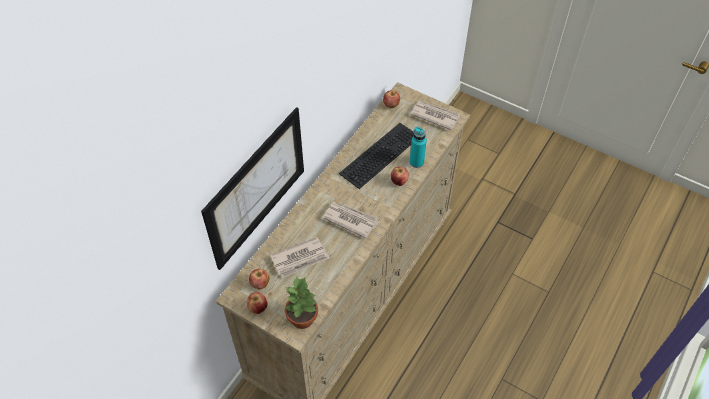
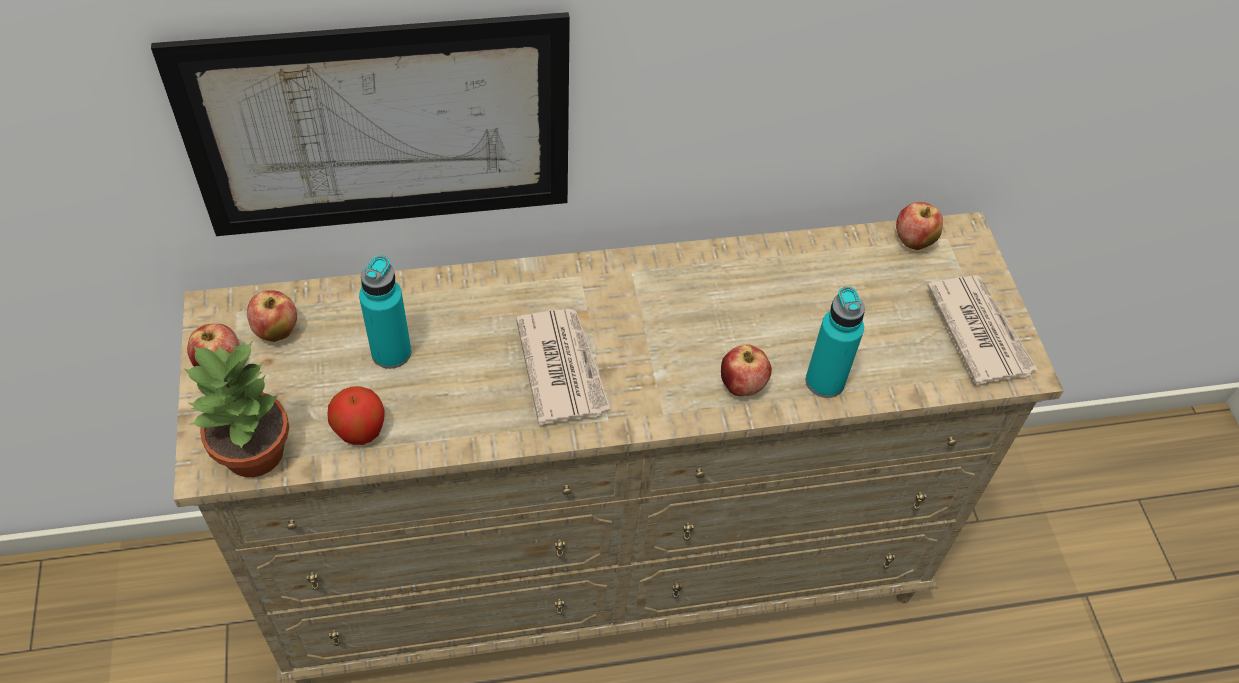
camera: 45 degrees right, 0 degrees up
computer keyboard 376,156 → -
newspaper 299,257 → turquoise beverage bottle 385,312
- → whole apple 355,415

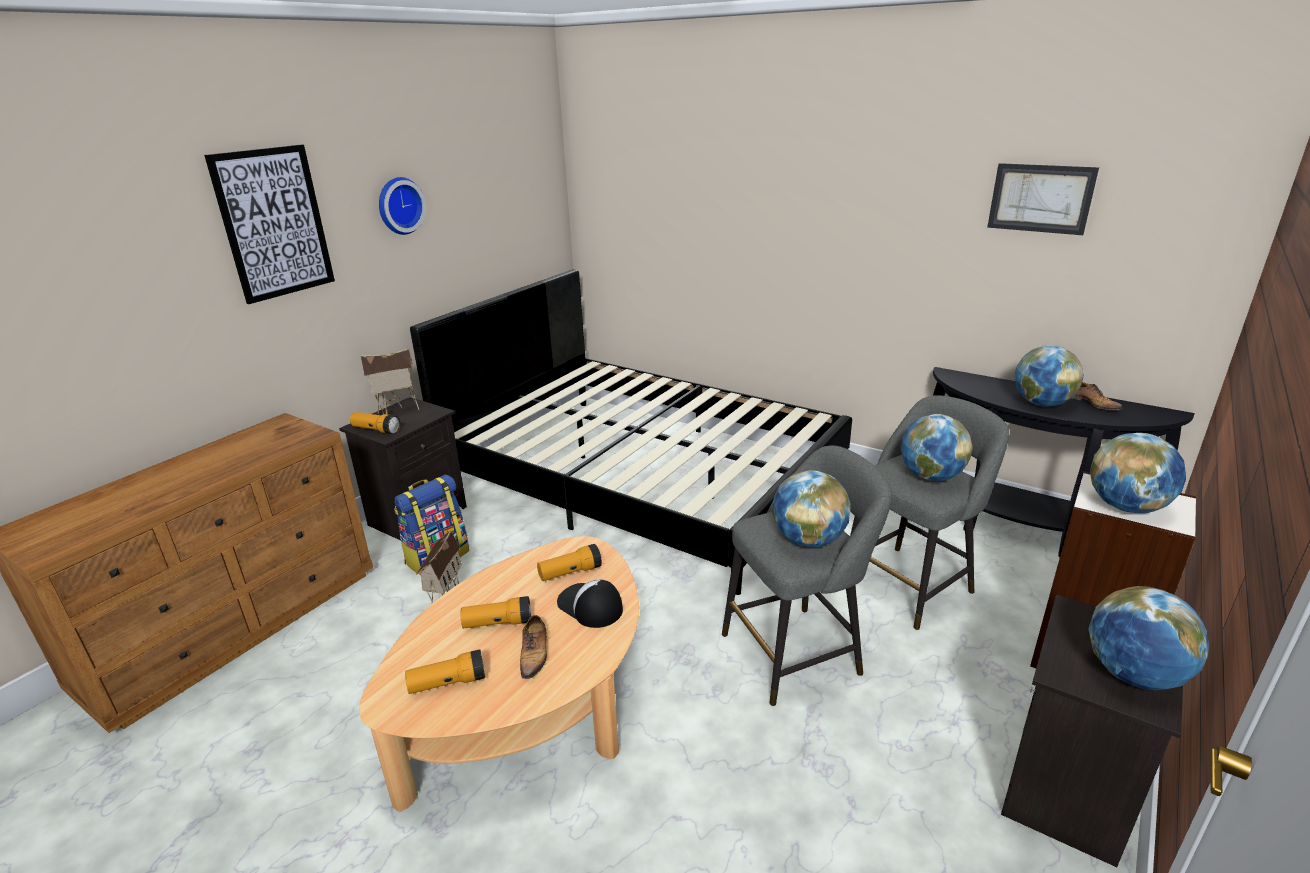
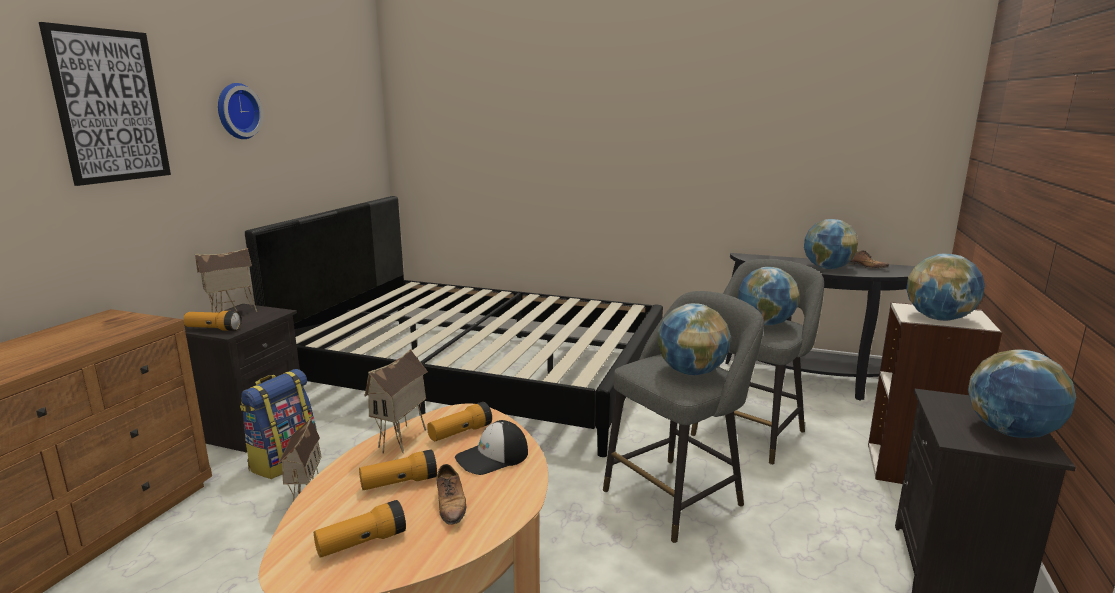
camera: 15 degrees left, 10 degrees down
wall picture 1043,199 → -
peaked cap 590,604 → peaked cap 491,447, 60 degrees counterclockwise
- → model house 396,401

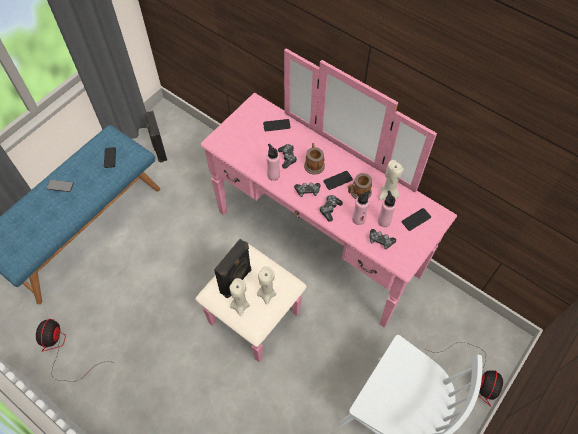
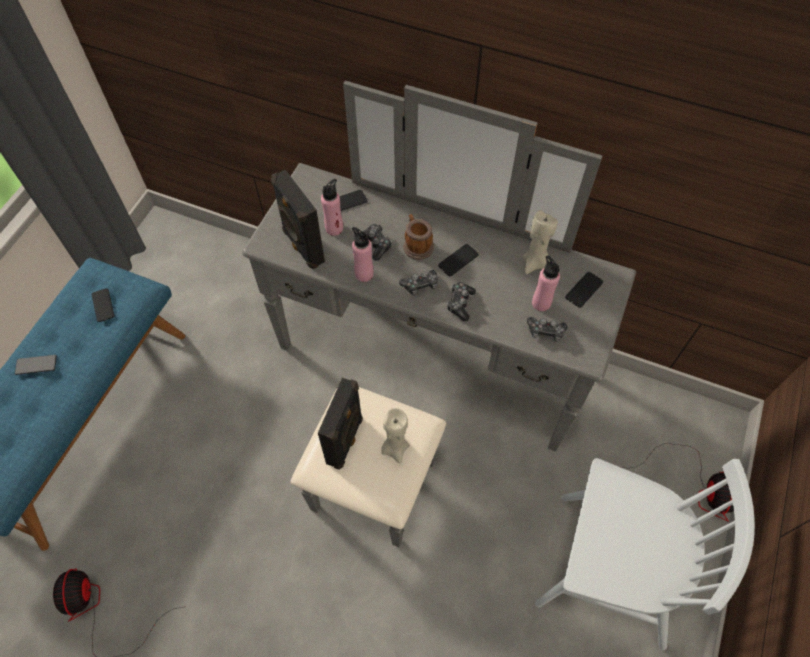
camera: 15 degrees left, 0 degrees up
pink dresser 326,205 → gray dresser 439,314
black-coloured speaker 156,137 → black-coloured speaker 298,219, relocated
coffee mug 360,186 → -
pink beverage bottle 361,208 → pink beverage bottle 332,207, relocated
sand-coloured wax light 239,297 → -

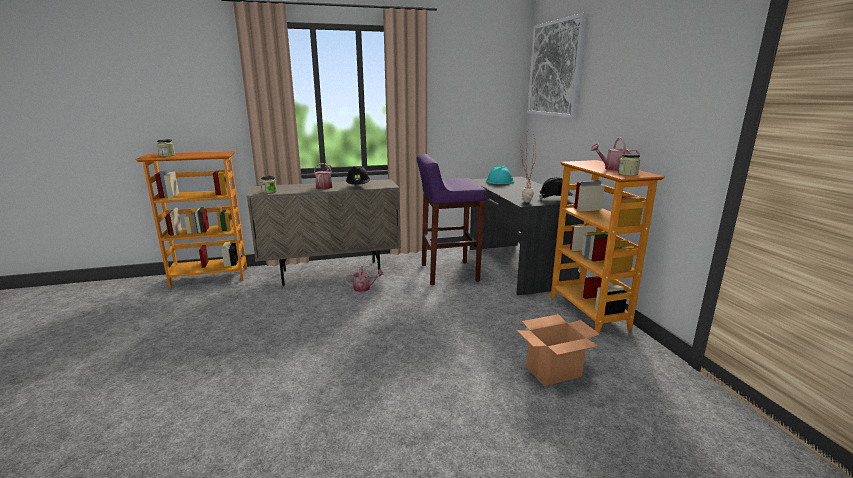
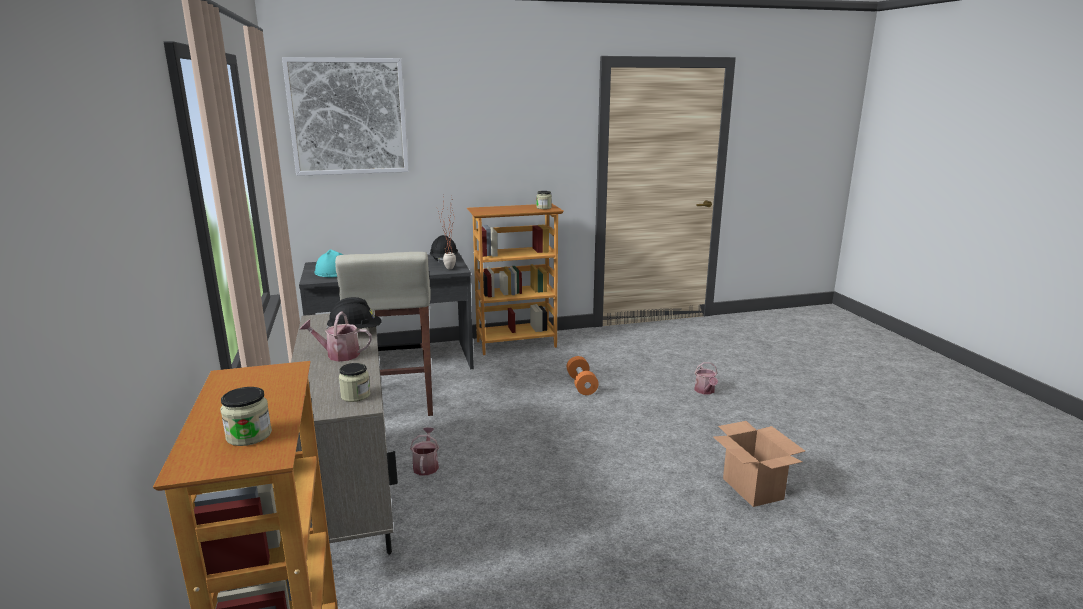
camera: 90 degrees left, 0 degrees up
watering pot 614,154 → watering pot 706,378, relocated
purple-coloured stool 451,219 → sand-coloured stool 384,334
carton 558,350 → carton 759,464, relocated
- → orangey dumbbell 583,375

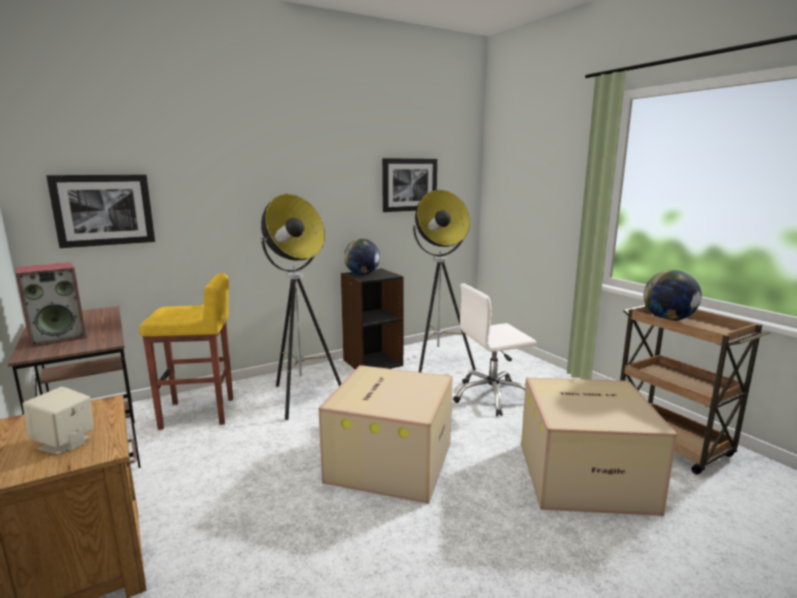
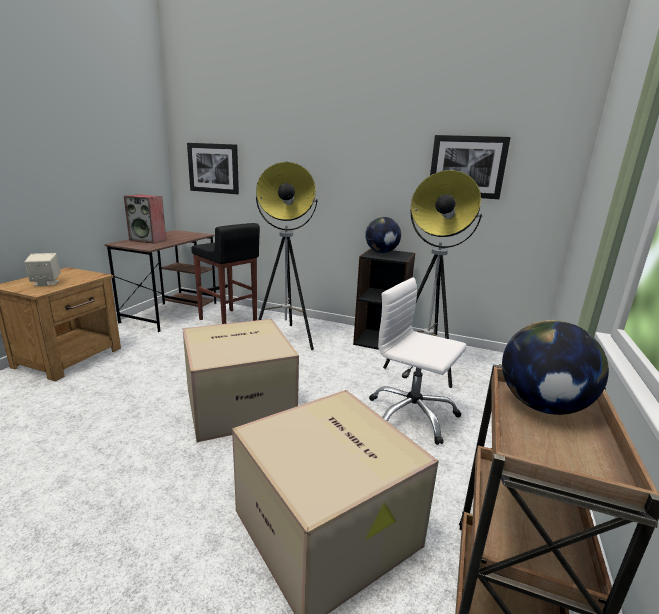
camera: 50 degrees right, 5 degrees up
yellow-coloured stool 186,351 → black-coloured stool 225,273

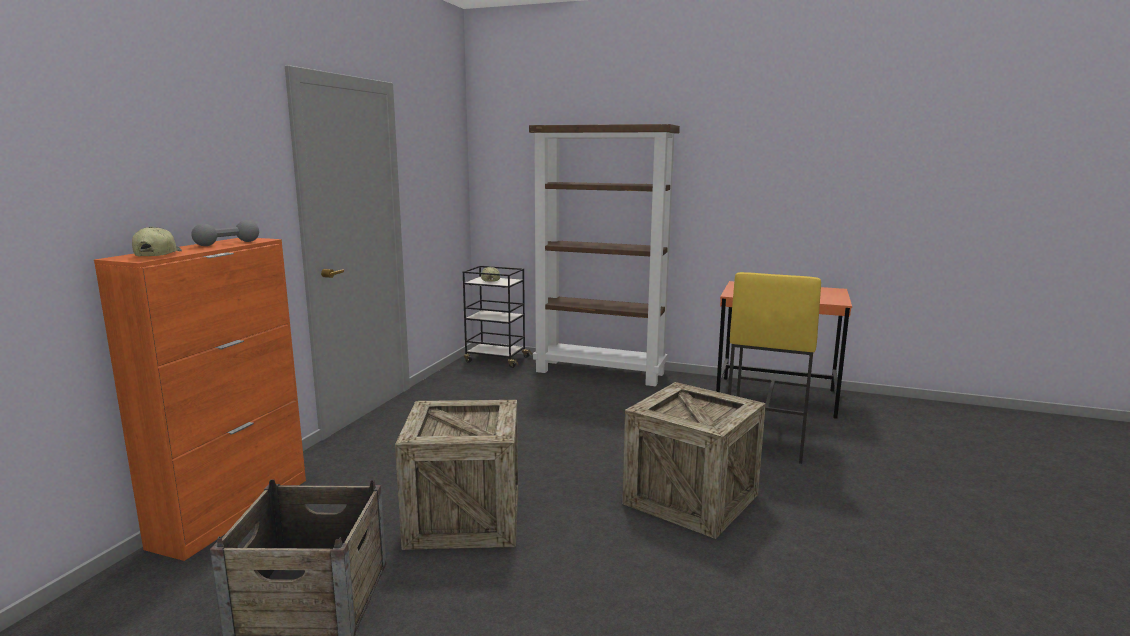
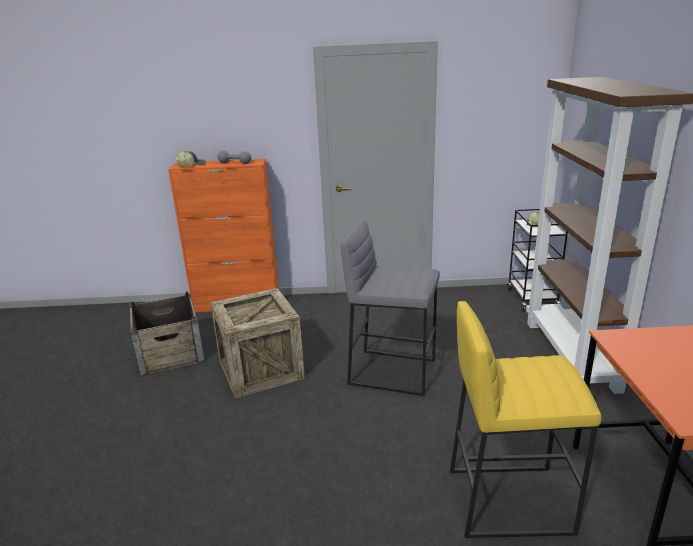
camera: 70 degrees right, 10 degrees up
shipping crate 694,460 → -
- → gray stool 390,308

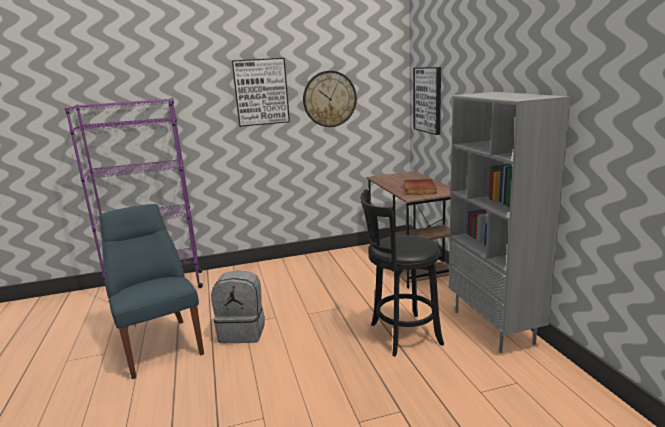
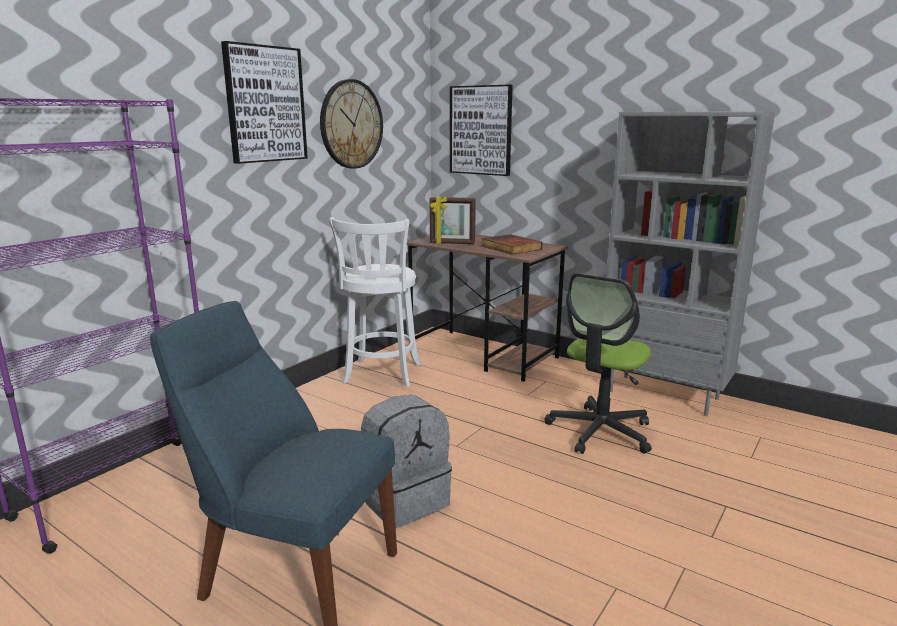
camera: 40 degrees left, 0 degrees up
black-coloured stool 402,273 → office chair 598,363
- → photo frame 453,220
- → white stool 375,302

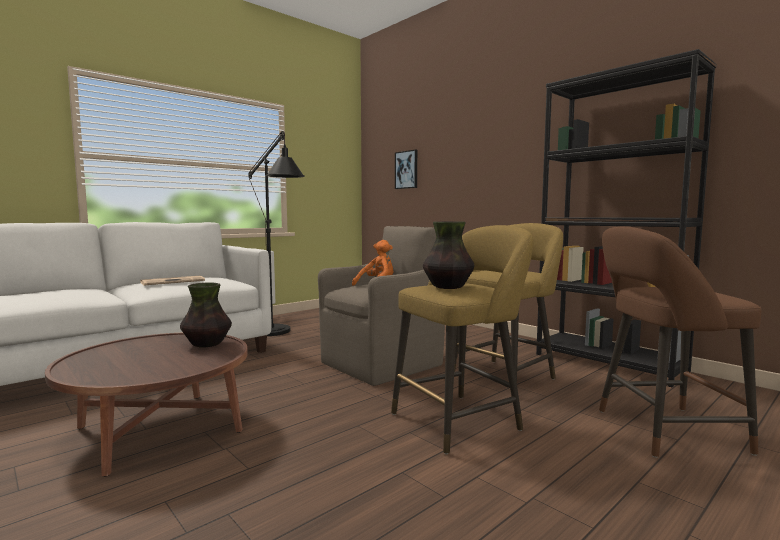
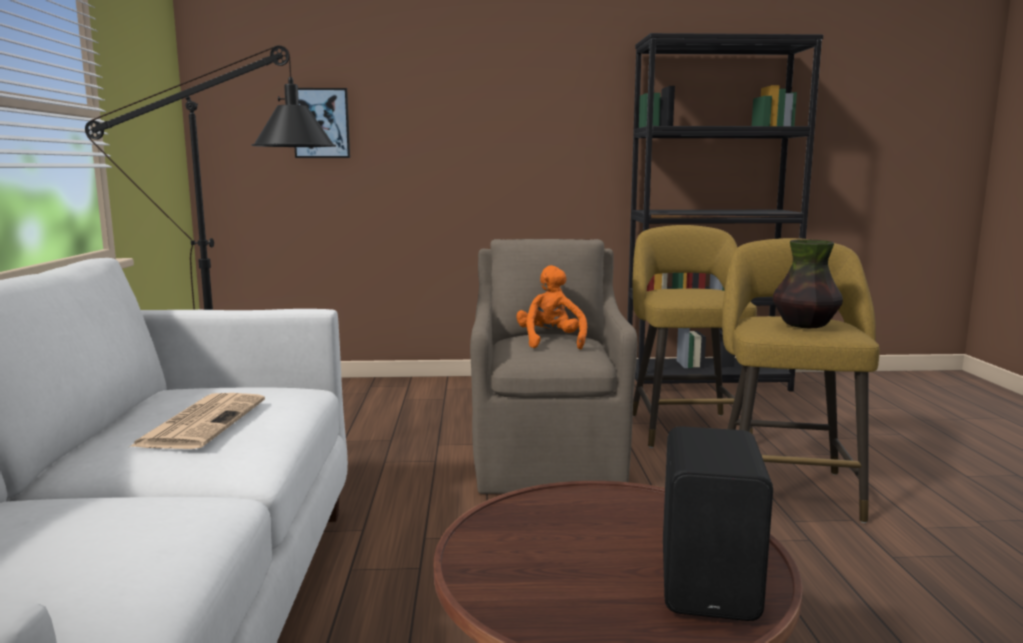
camera: 50 degrees left, 5 degrees up
brown stool 680,342 → -
vase 206,315 → -
- → black-coloured speaker 718,523

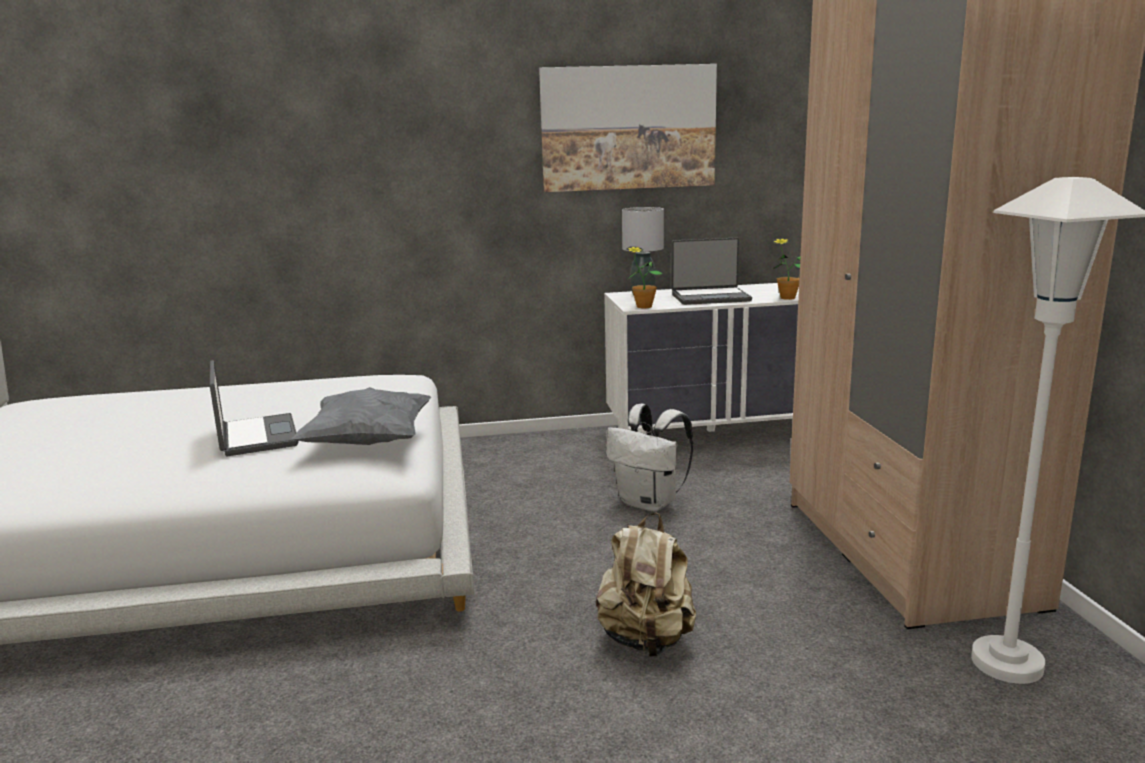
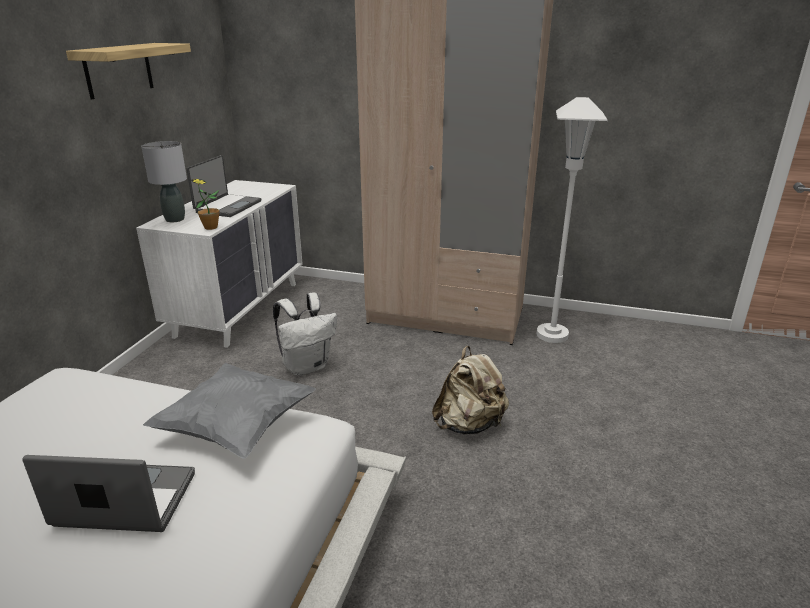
camera: 65 degrees left, 10 degrees up
wall picture 628,128 → shelf 128,71
potted plant 786,269 → -

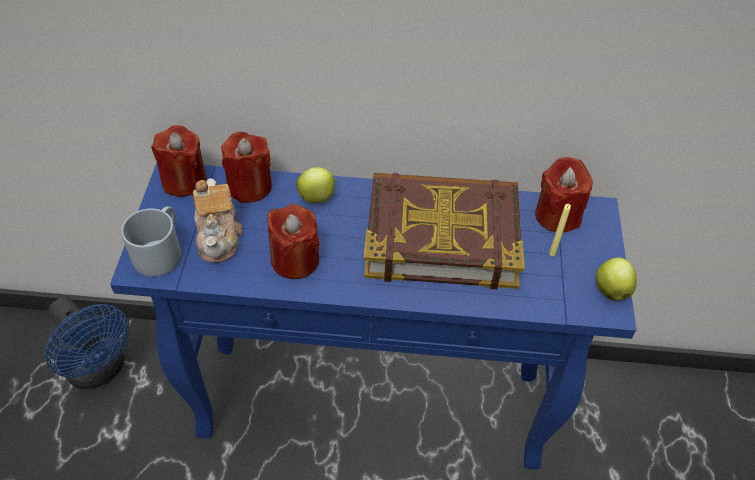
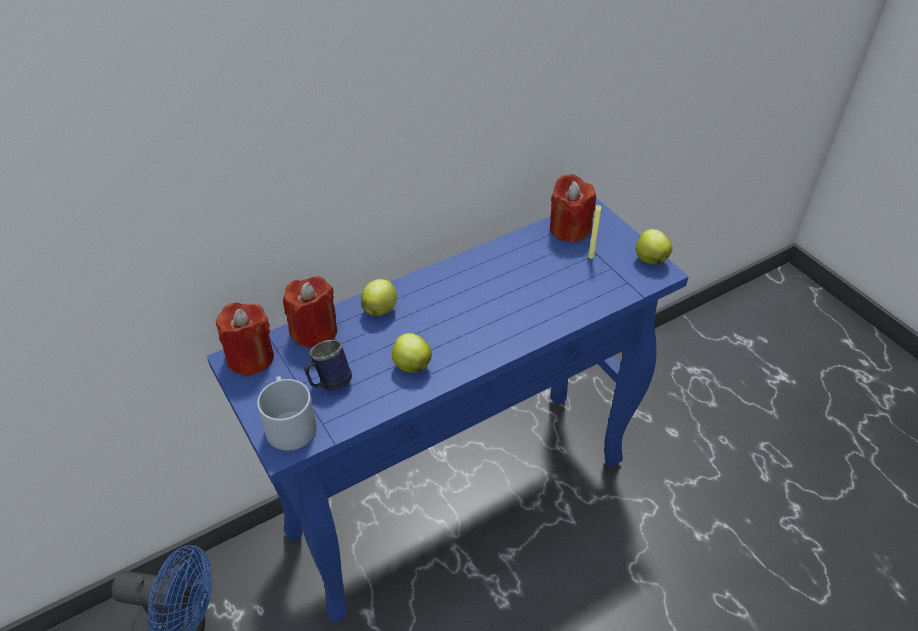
camera: 35 degrees left, 5 degrees down
book 444,231 → -
teapot 217,220 → bluish coffee mug 328,365
reddish wax light 293,241 → whole apple 412,353

